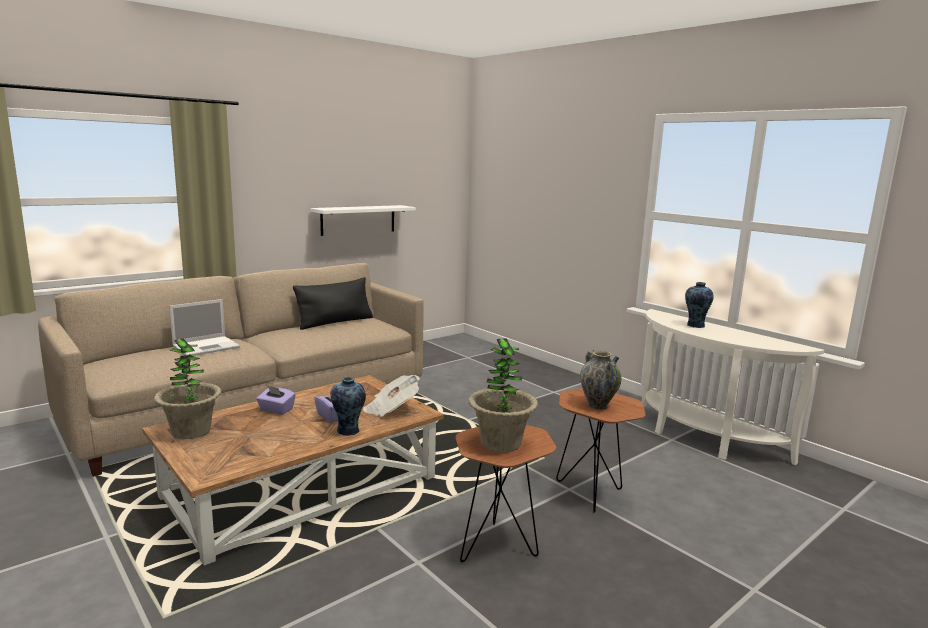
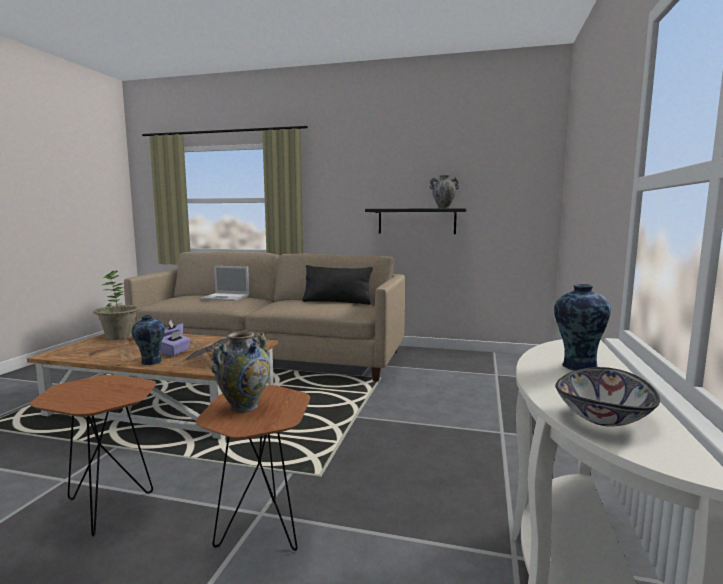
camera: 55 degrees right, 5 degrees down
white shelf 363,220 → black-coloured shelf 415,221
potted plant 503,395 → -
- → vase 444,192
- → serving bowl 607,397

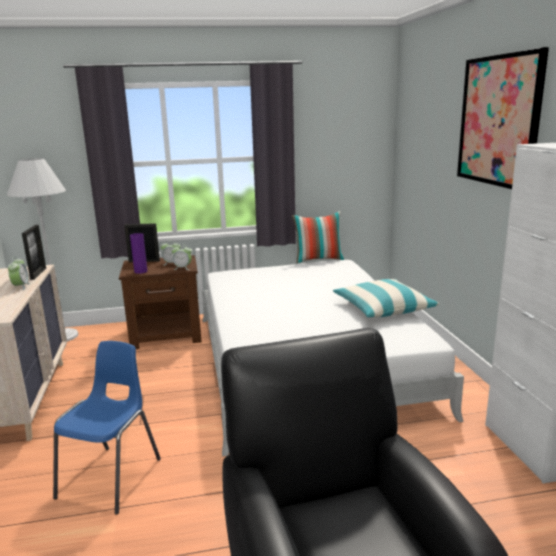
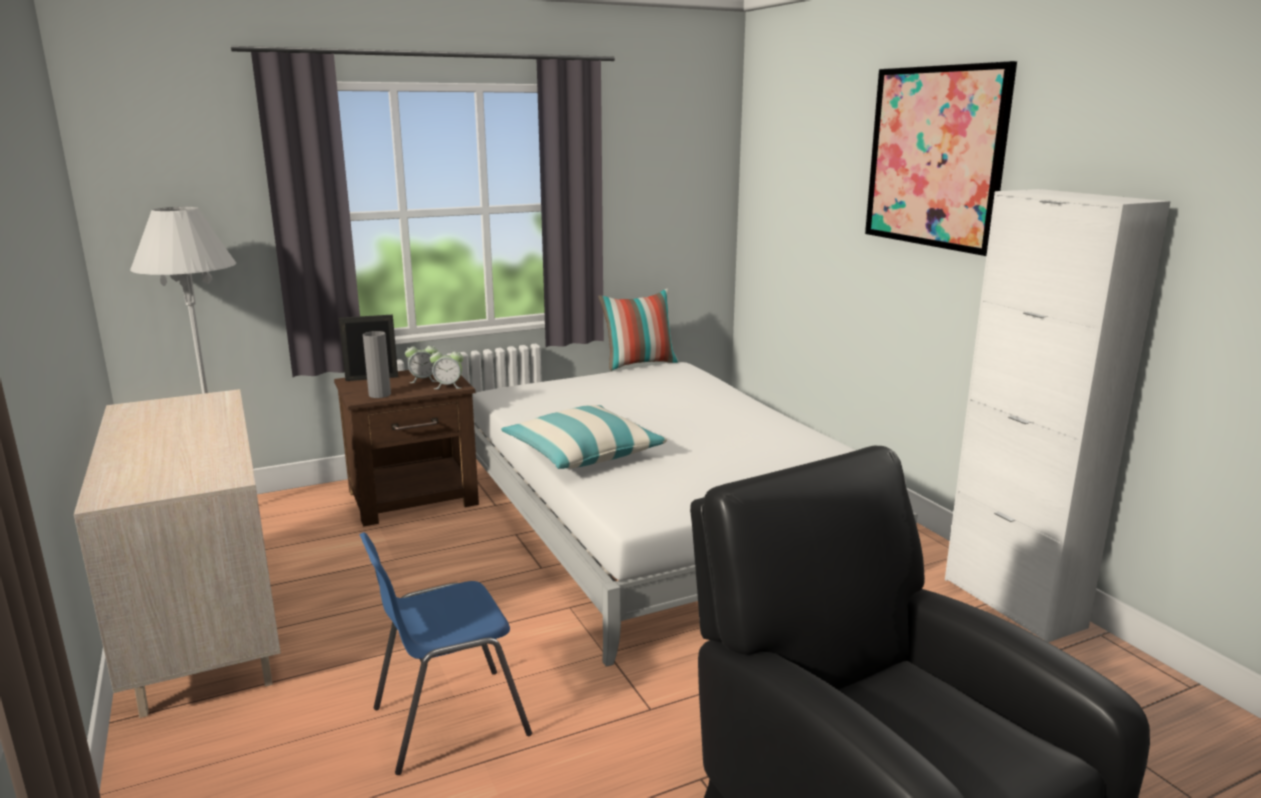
camera: 15 degrees left, 0 degrees up
photo frame 34,252 → -
purple-coloured vase 138,253 → gray vase 377,364
alarm clock 19,273 → -
pillow 386,298 → pillow 584,437, relocated
bluish upright chair 107,428 → bluish upright chair 445,653, 120 degrees counterclockwise

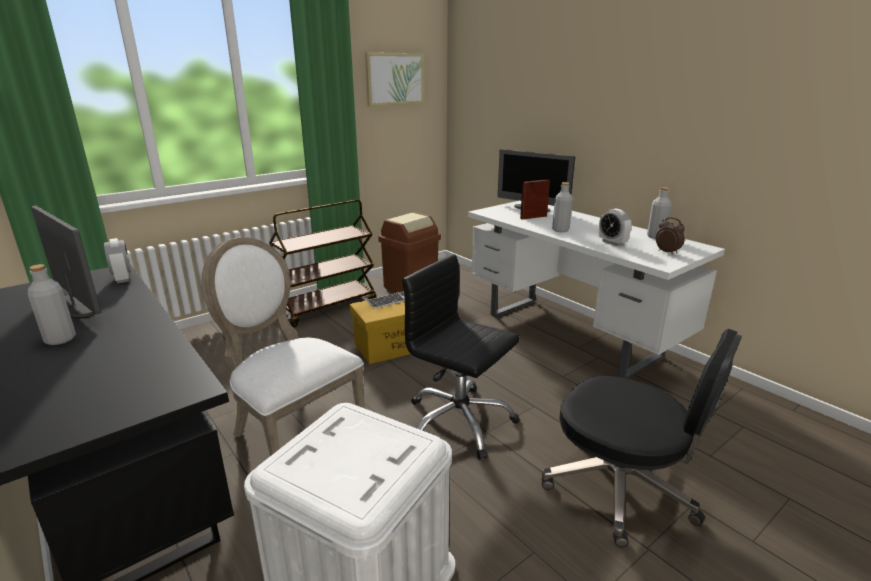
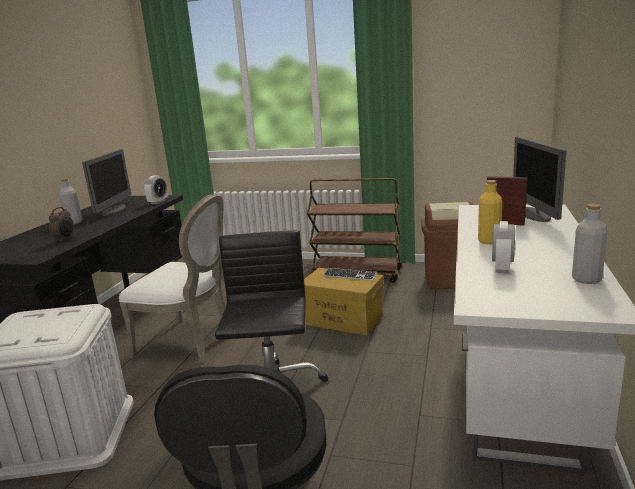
camera: 55 degrees right, 5 degrees down
wall picture 394,79 → -
gray beverage bottle 562,207 → yellow-coloured beverage bottle 490,212
alarm clock 670,236 → alarm clock 61,224, relocated
white upright chair 283,346 → white upright chair 172,278, 105 degrees clockwise

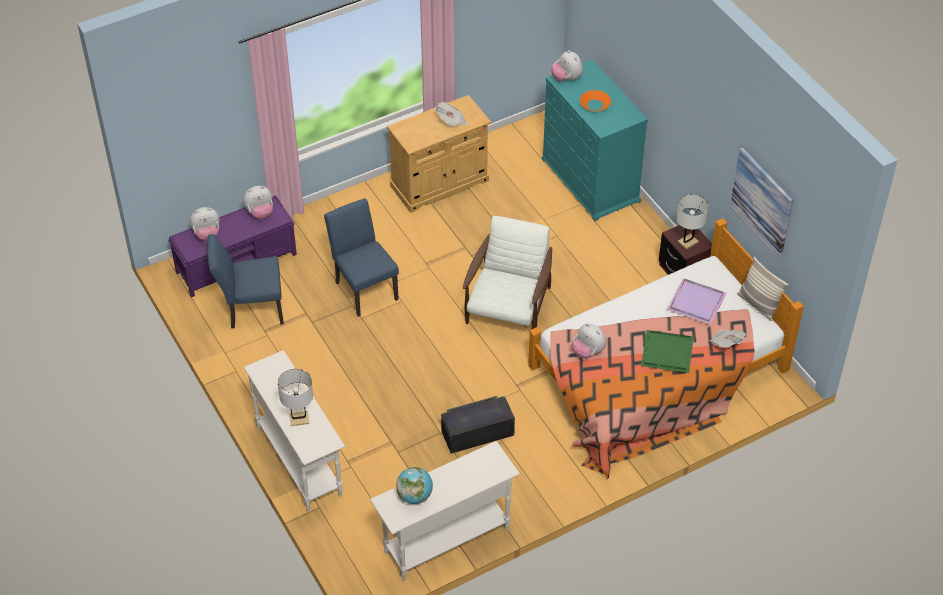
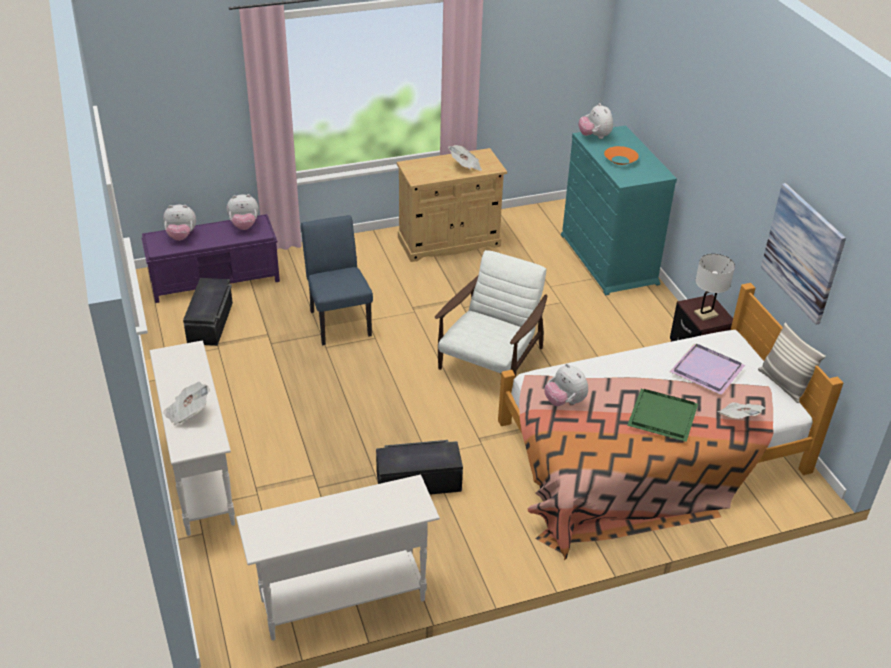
camera: 10 degrees right, 10 degrees down
bluish upright chair 245,281 → black-coloured storage container 208,312
white tabletop lamp 295,397 → newspaper 186,403
globe 414,485 → -

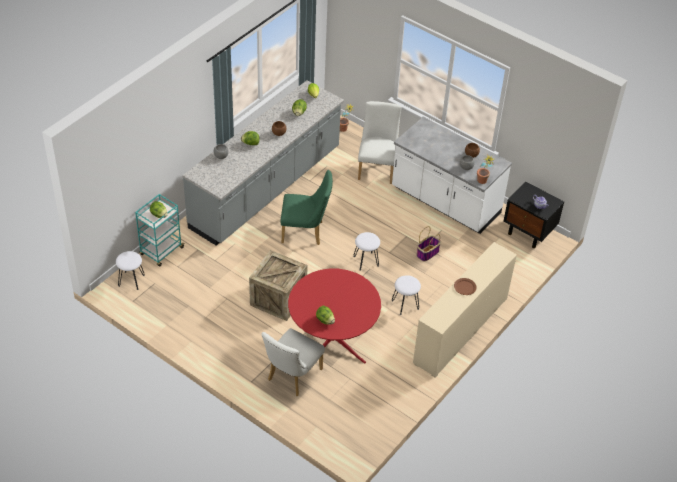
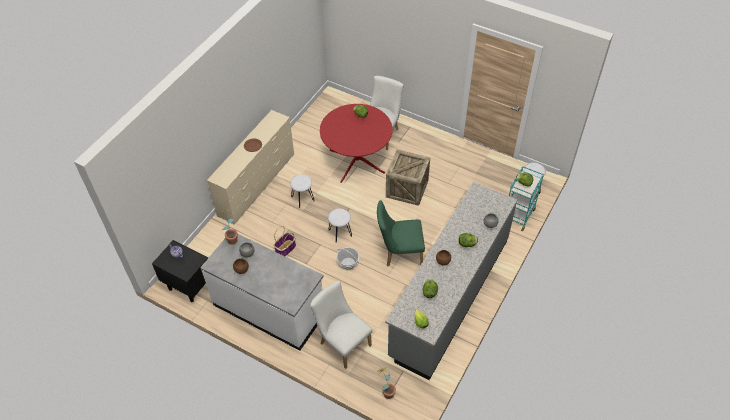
camera: 175 degrees right, 5 degrees up
white upright chair 380,142 → white upright chair 341,325, 135 degrees clockwise
- → household basket 347,258

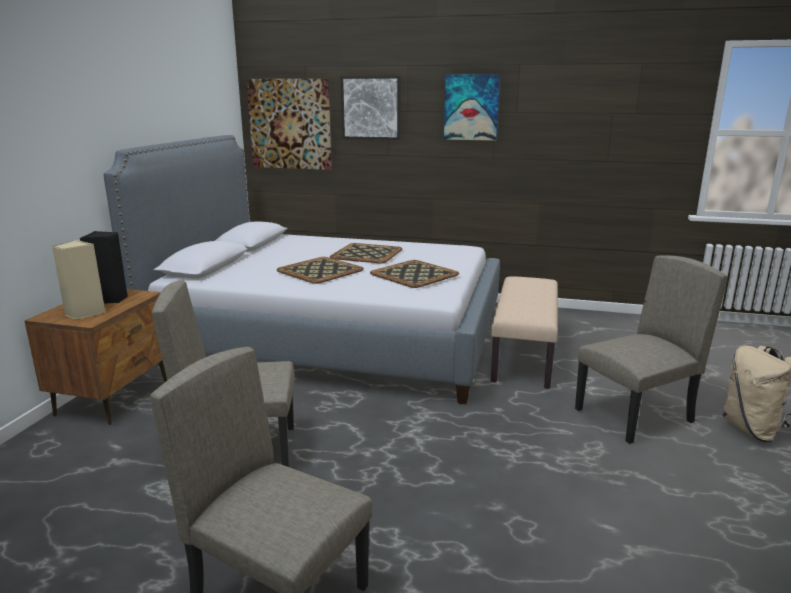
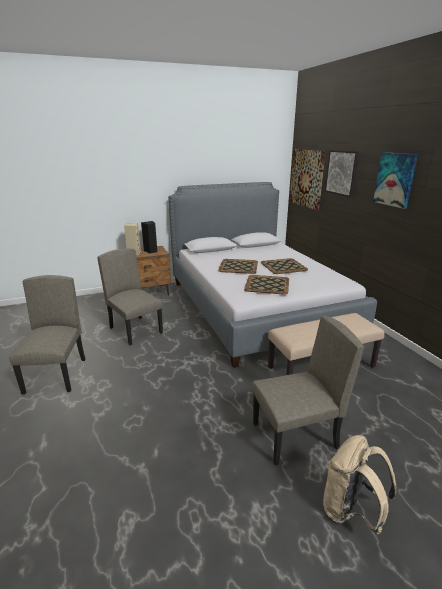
camera: 55 degrees right, 5 degrees up
sand-coloured upright chair 651,349 → sand-coloured upright chair 308,390, 45 degrees counterclockwise

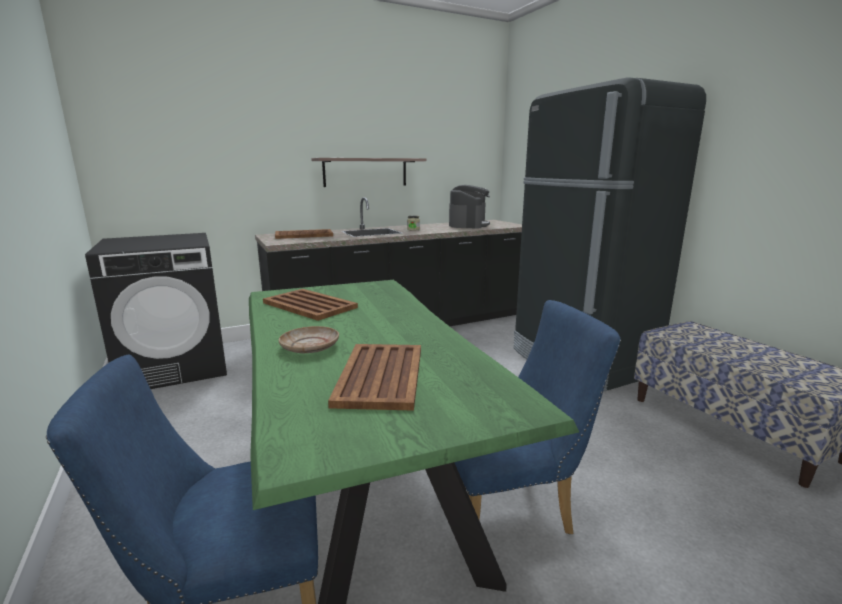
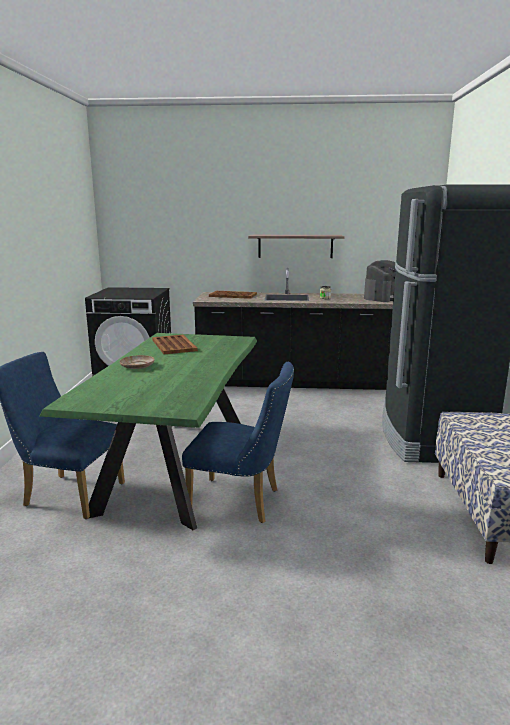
camera: 30 degrees right, 0 degrees up
brown serving tray 374,377 → -

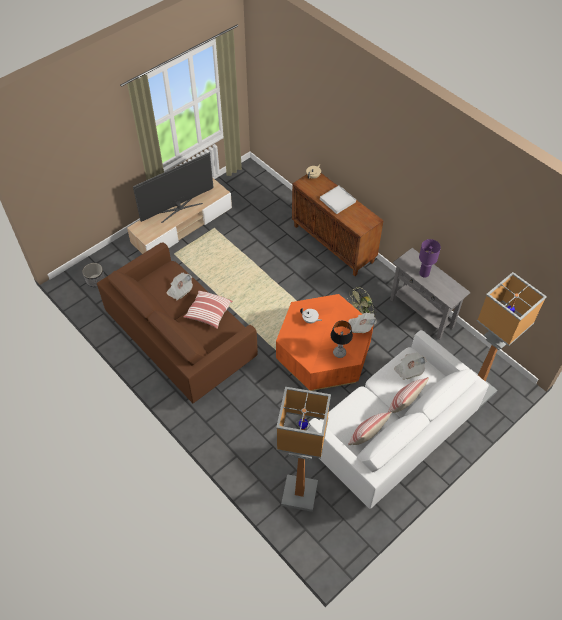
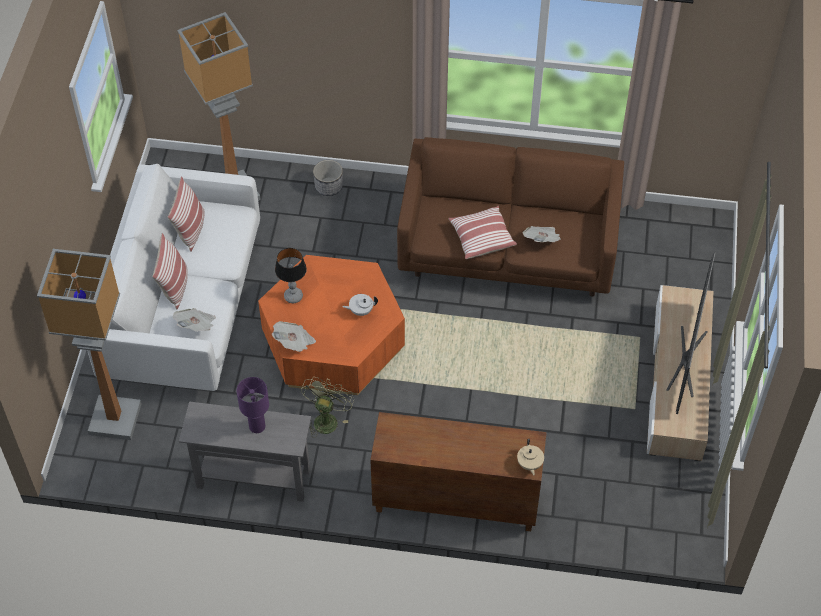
camera: 140 degrees right, 0 degrees up
white serving tray 338,199 → -
flower pot 93,275 → flower pot 328,178, relocated

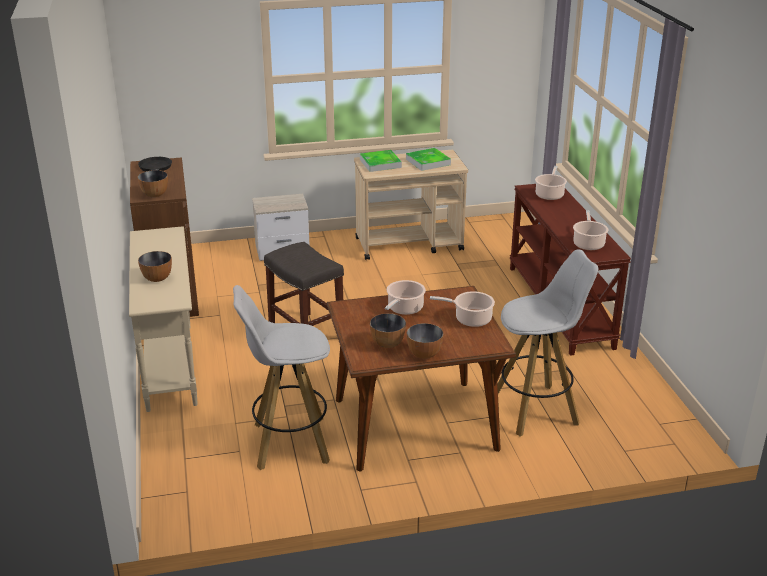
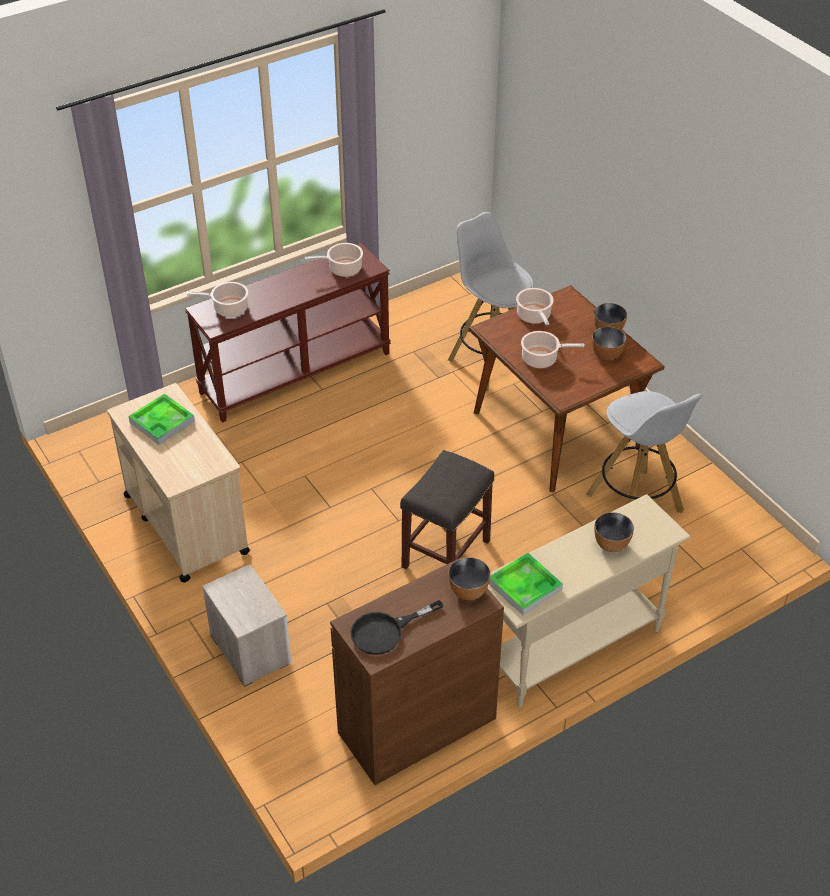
camera: 110 degrees left, 15 degrees up
serving tray 381,161 → serving tray 526,584, relocated

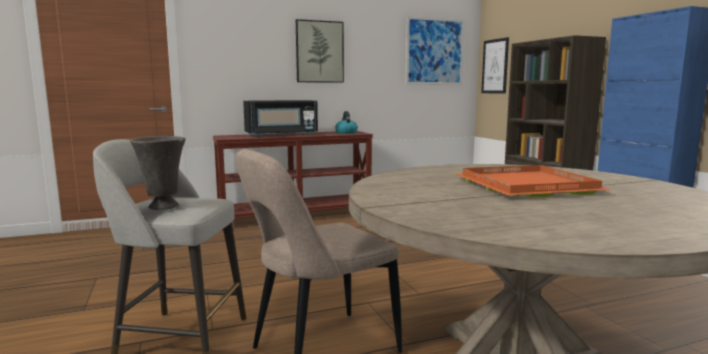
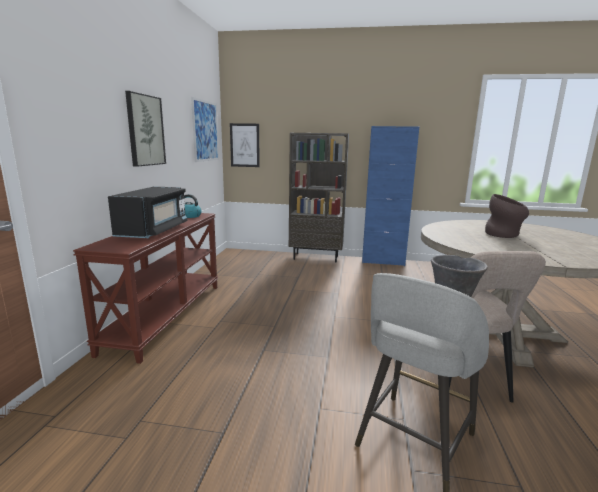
camera: 60 degrees left, 5 degrees up
orangey serving tray 534,181 → brown vase 507,216

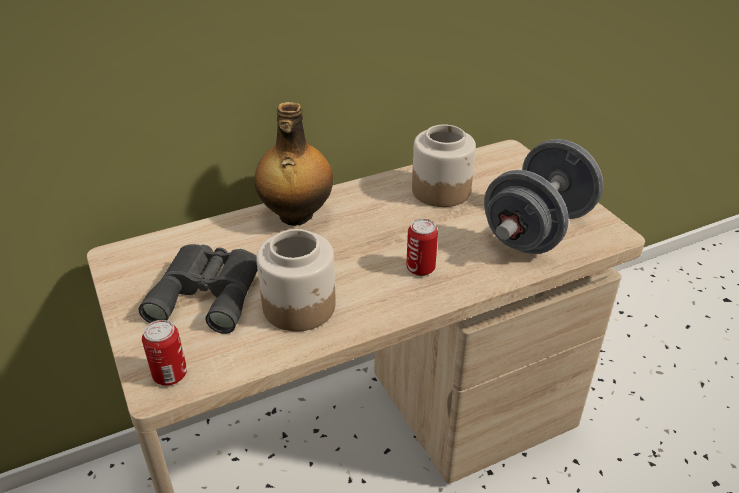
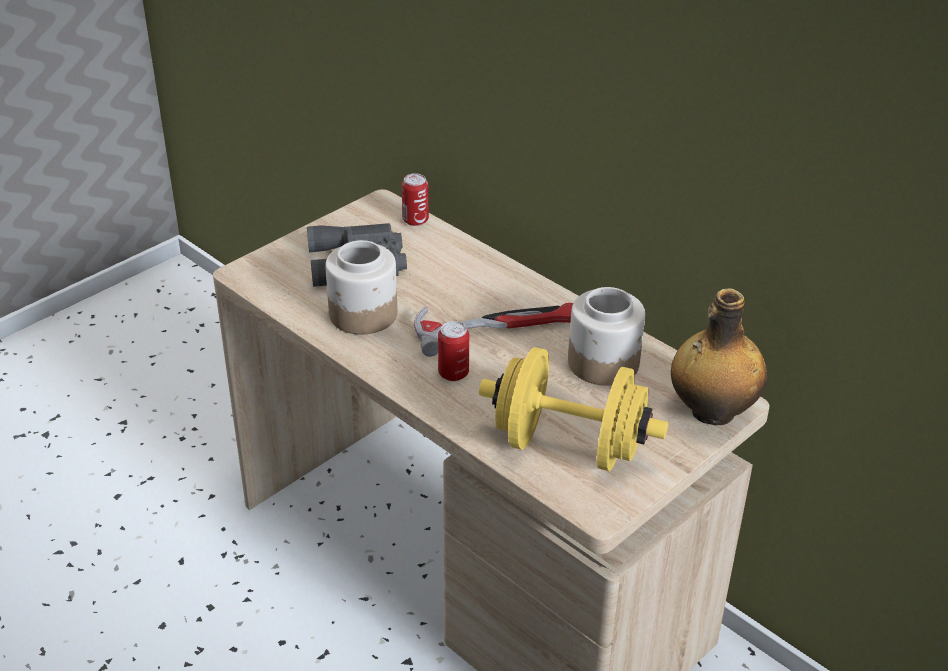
camera: 70 degrees right, 0 degrees up
beverage bottle 293,164 → beverage bottle 719,356, relocated
gray dumbbell 543,196 → yellow-coloured dumbbell 573,409
metal can 164,352 → metal can 415,199, relocated
- → hammer 493,330

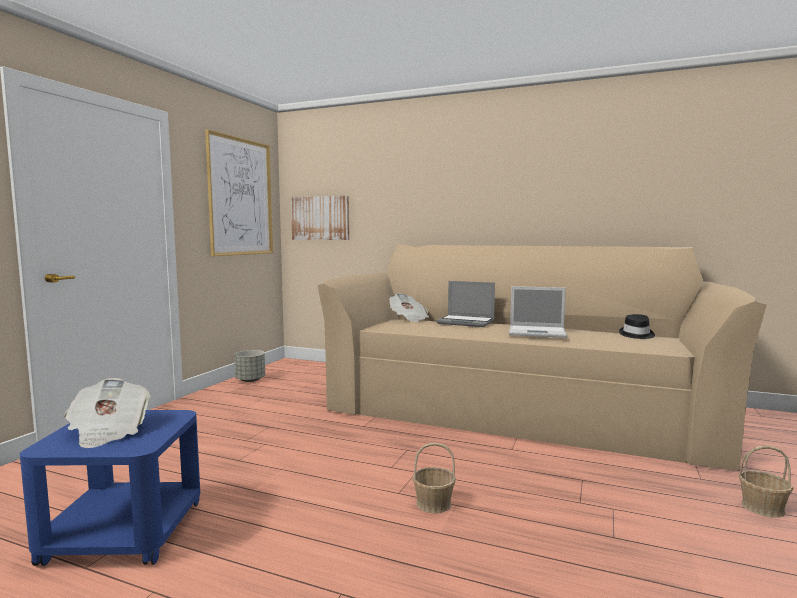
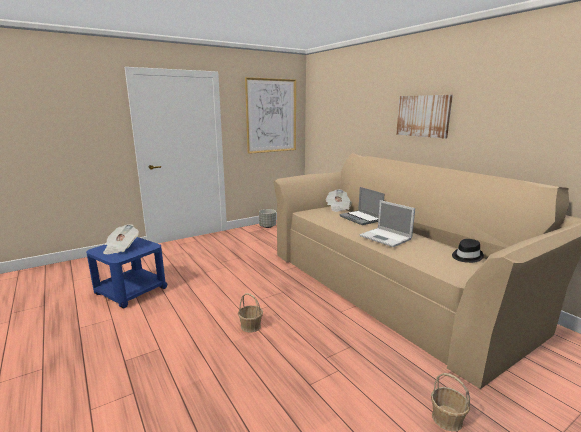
camera: 35 degrees right, 10 degrees up
wall picture 320,218 → wall picture 424,117, relocated

